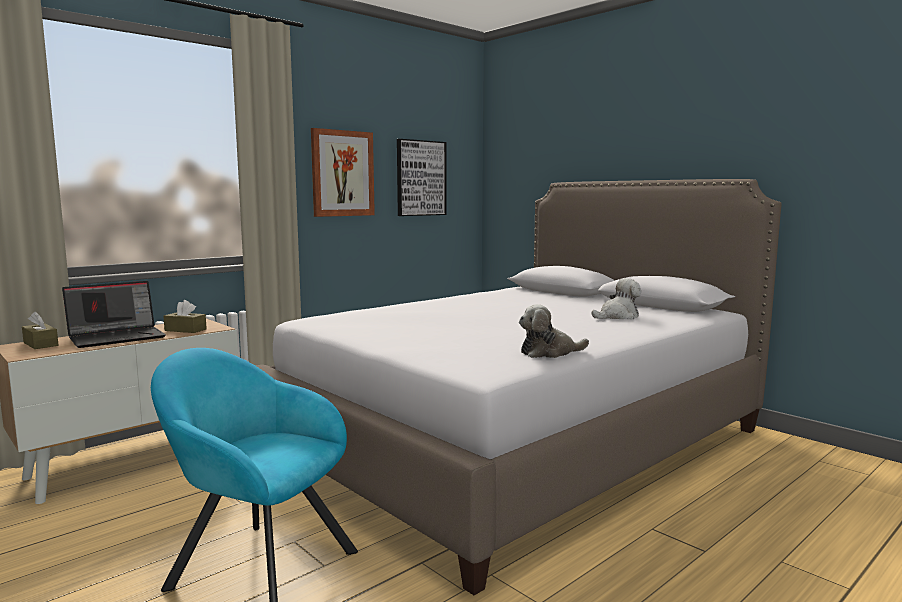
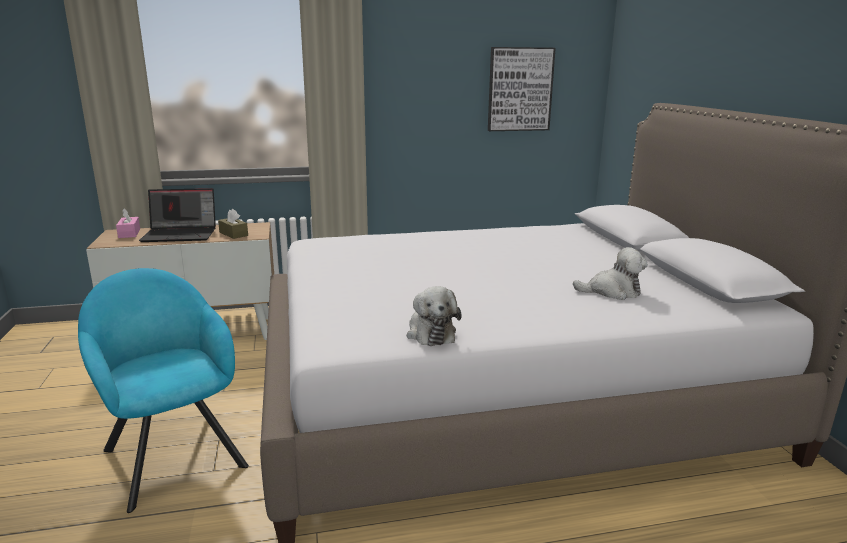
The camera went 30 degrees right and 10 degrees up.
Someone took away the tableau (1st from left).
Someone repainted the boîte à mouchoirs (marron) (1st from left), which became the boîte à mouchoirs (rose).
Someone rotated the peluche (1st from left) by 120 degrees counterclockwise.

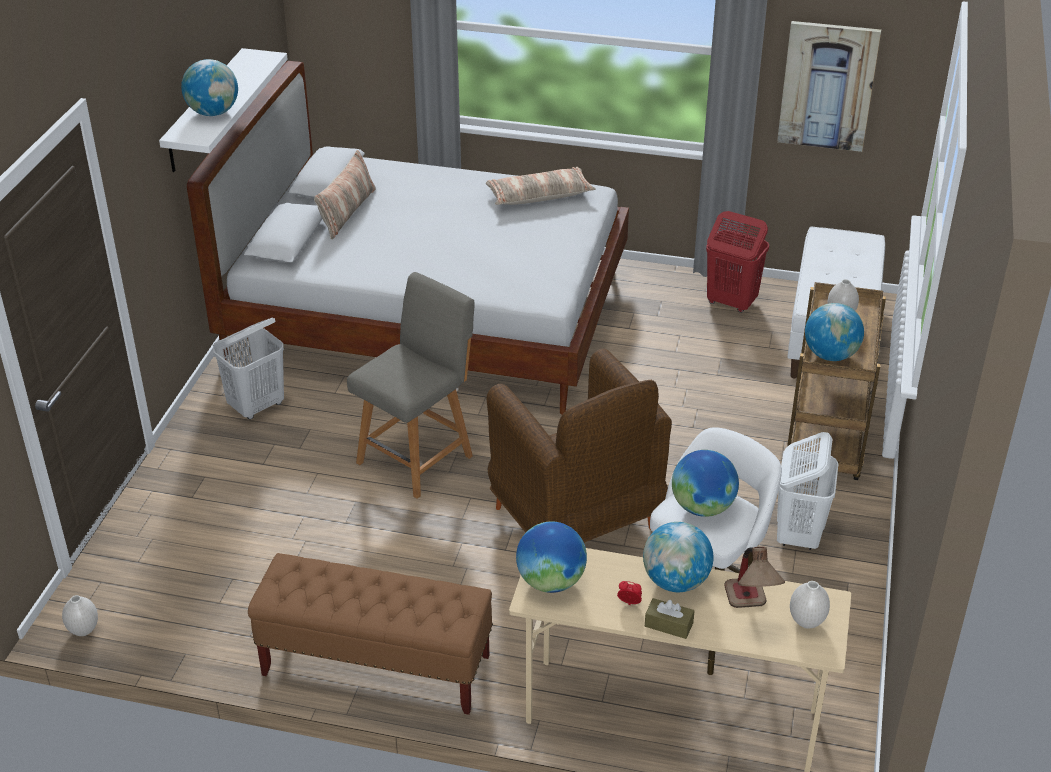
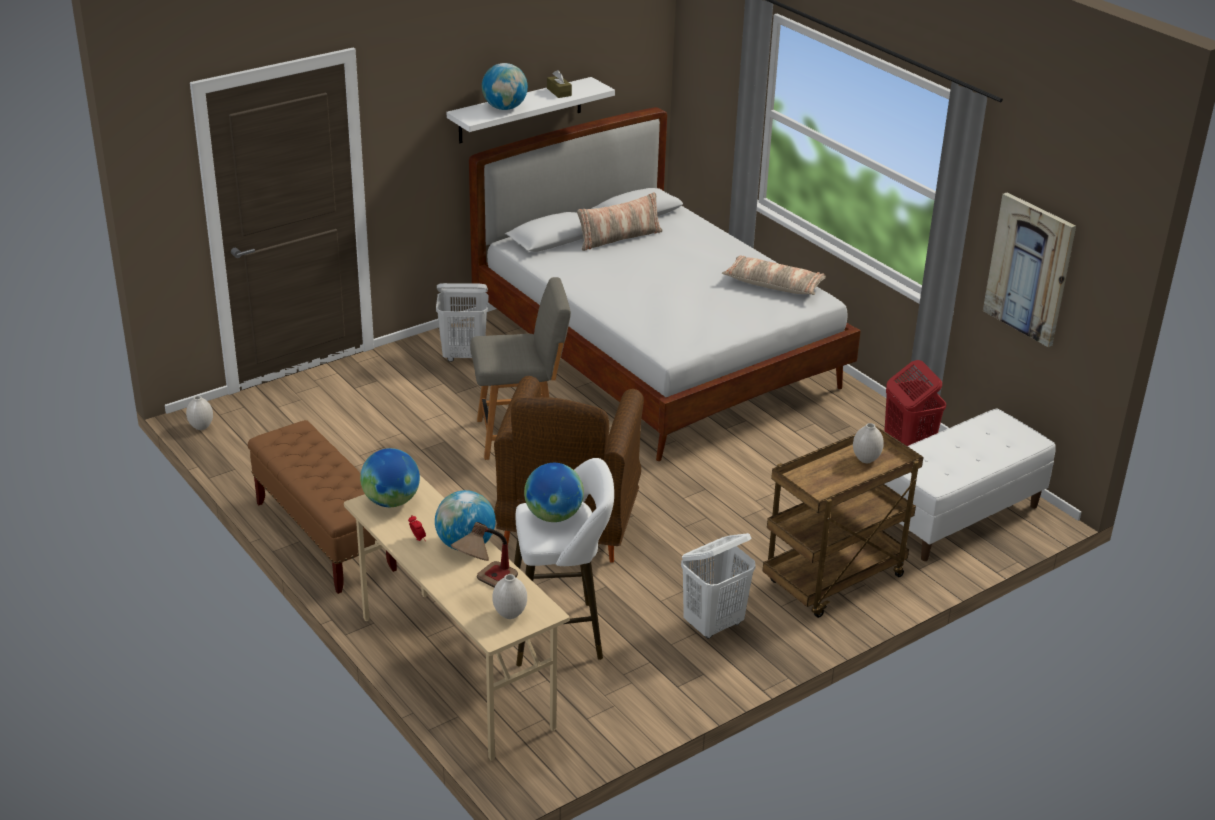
The camera went 40 degrees right and 5 degrees down.
Someone took away the globe (5th from left).
Someone carried the boîte à mouchoirs (marron).

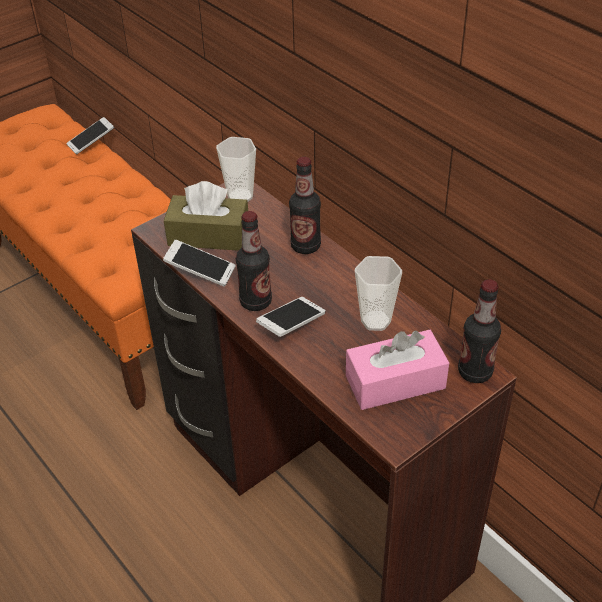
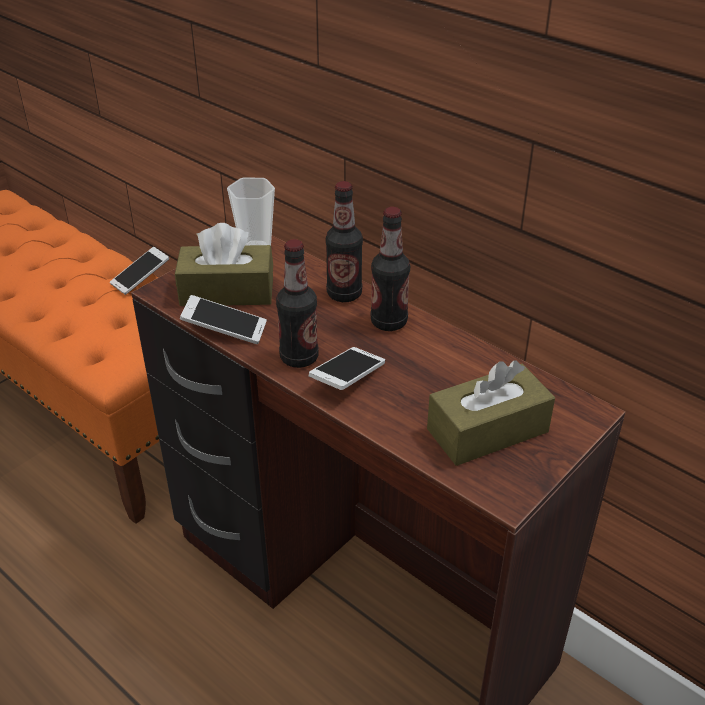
The camera went 10 degrees left and 5 degrees down.
Someone took away the tasse (2nd from left).
Someone carried the téléphone (1st from left).
Someone carried the bouteille (3rd from left).
Someone repainted the boîte à mouchoirs (rose), which became the boîte à mouchoirs (marron) (2nd from left).

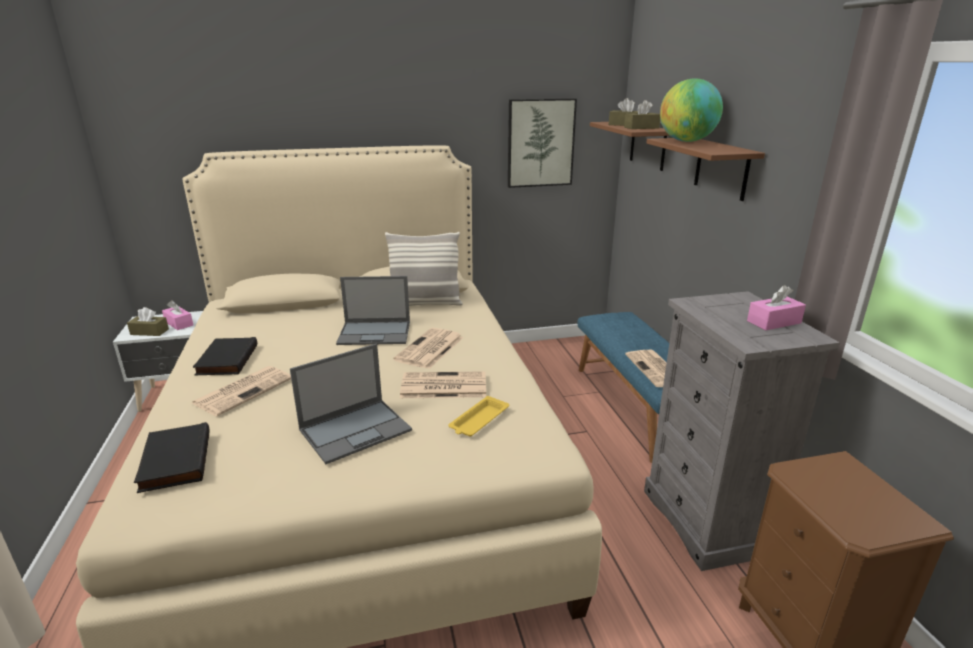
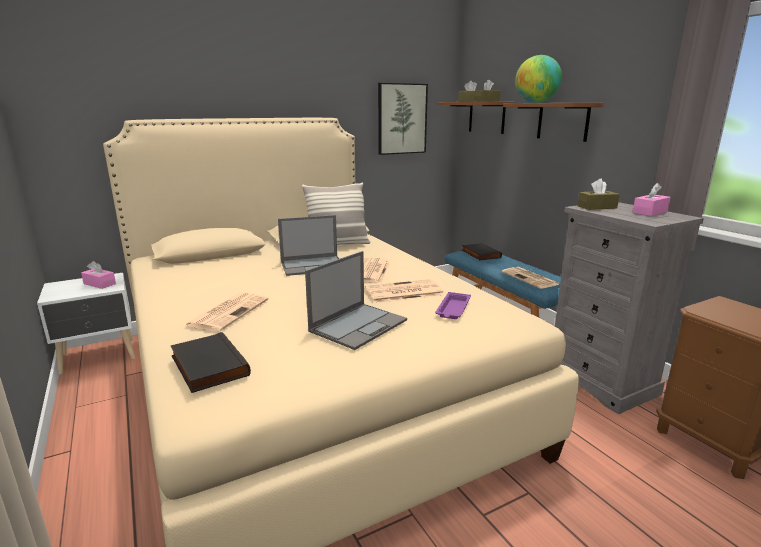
The camera went 15 degrees left and 5 degrees down.
Someone carried the boîte à mouchoirs (marron) (1st from left in the first image).
Someone carried the livre (noir) (2nd from left).
Someone repainted the plateau (jaune), which became the plateau (violet).

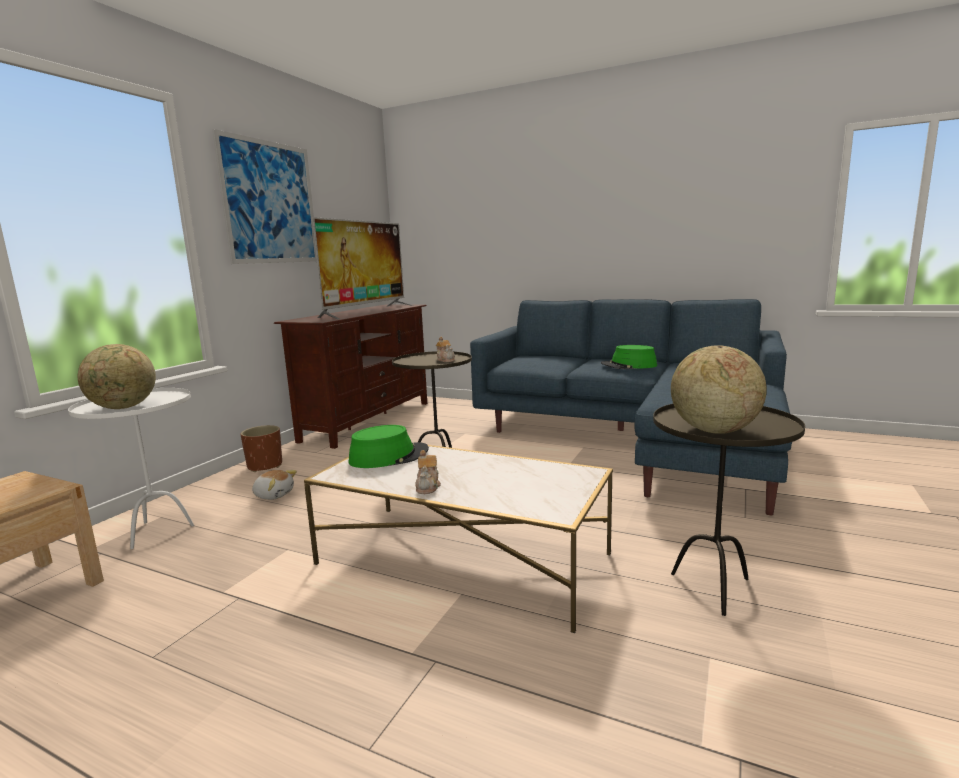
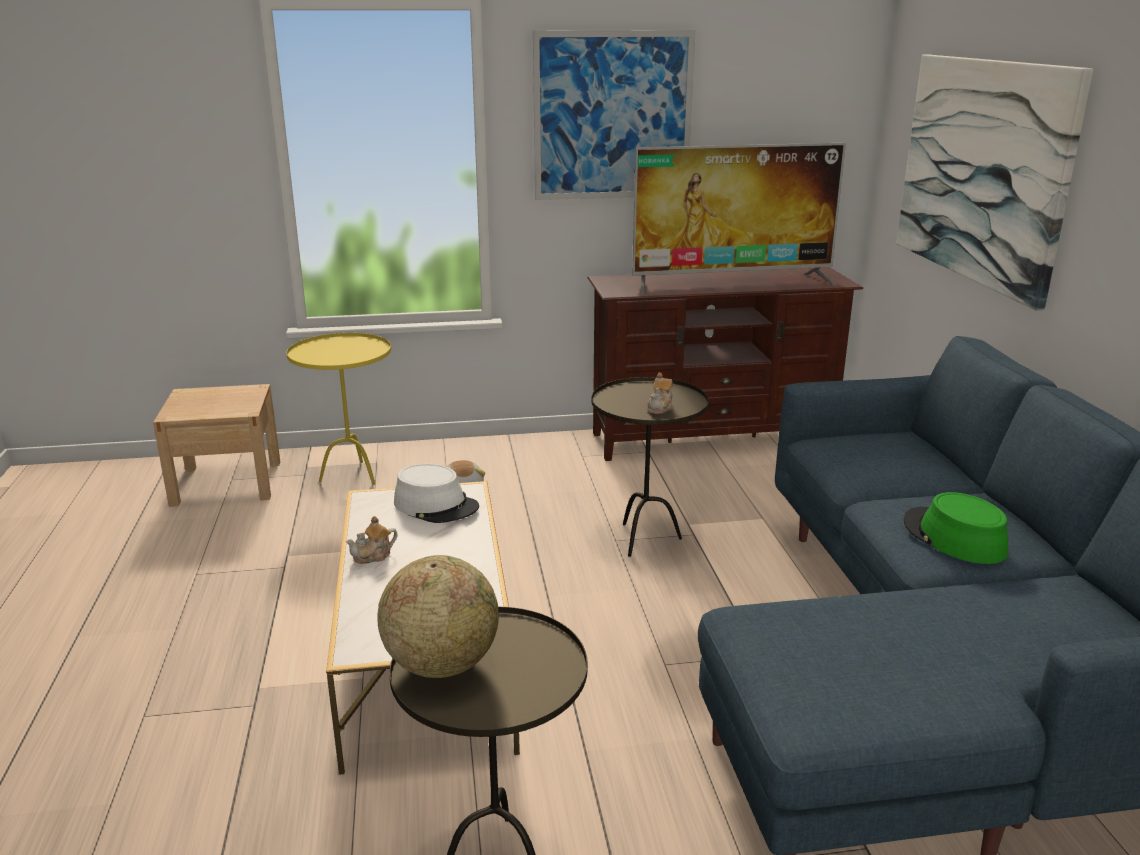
The camera went 55 degrees right and 10 degrees up.
Someone took away the globe (1st from left).
Someone took away the cache-pot (marron).
Someone put up the tableau (2nd from left).
Someone repainted the table d'appoint (blanc), which became the table d'appoint (jaune).
Someone repainted the chapeau (vert) (1st from left), which became the chapeau (blanc).

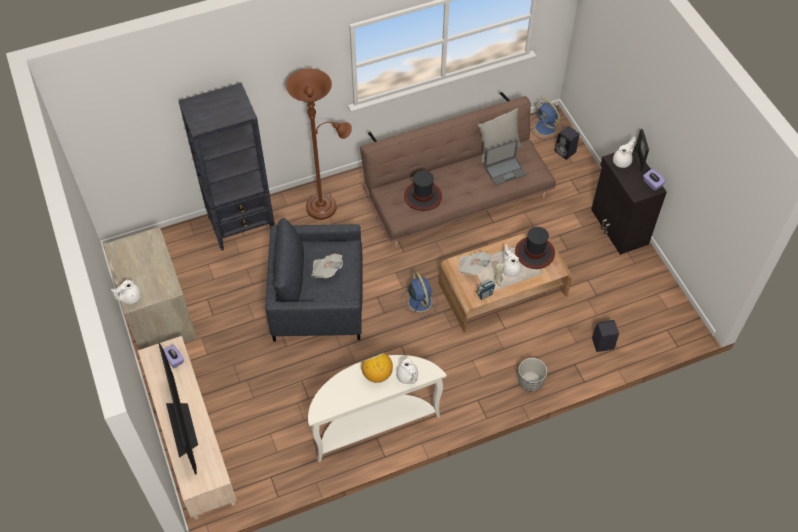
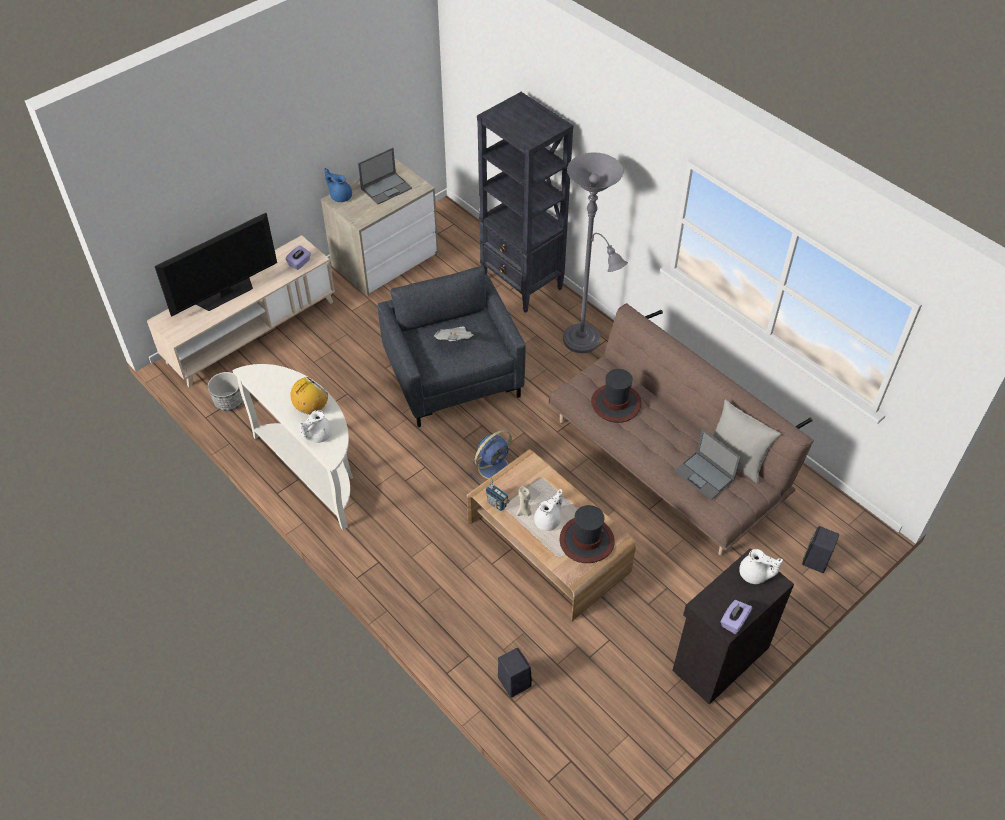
The camera went 70 degrees right and 5 degrees down.
Someone took away the journal (2nd from left).
Someone took away the ventilateur (bleu) (2nd from left).
Someone took away the cadre photo.
Someone put down the ordinateur portable (1st from left).
Someone carried the cache-pot.
Someone repainted the théière (blanc) (1st from left), which became the théière (bleu).
Someone repainted the lampadaire (marron), which became the lampadaire (gris).

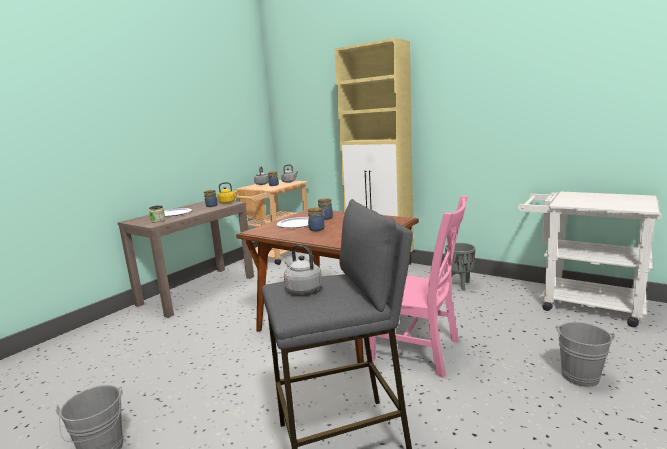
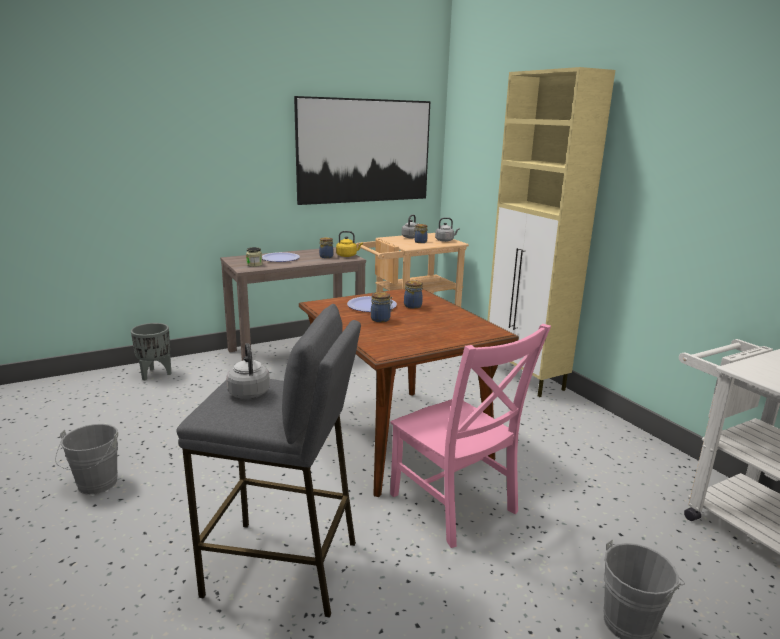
The camera went 25 degrees right and 5 degrees up.
Someone put up the tableau.
Someone carried the cache-pot (gris).

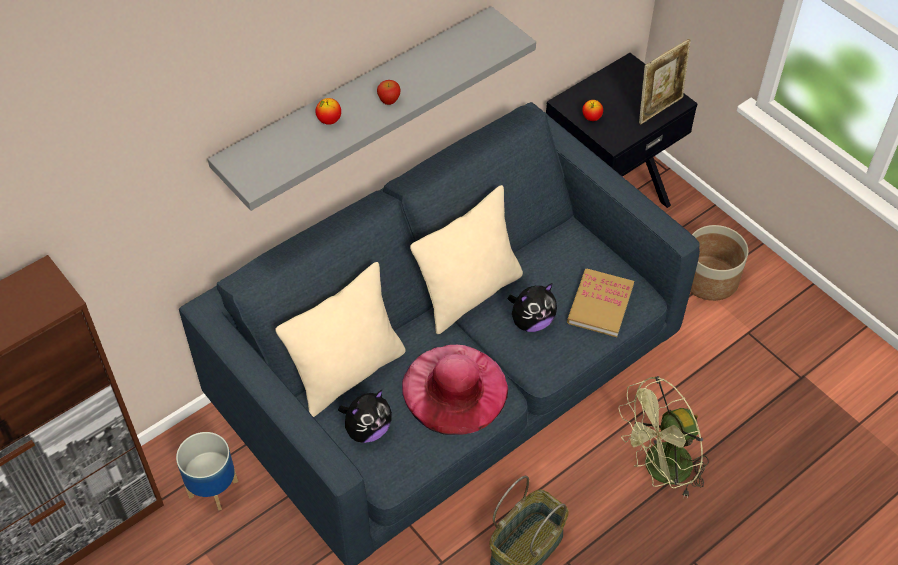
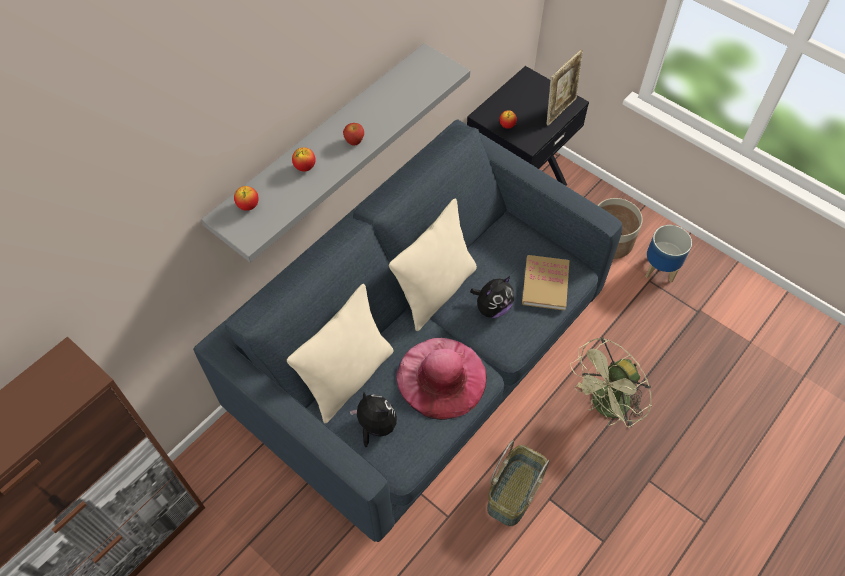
The camera went 10 degrees left and 5 degrees up.
Someone put down the pomme (1st from left).
Someone carried the cache-pot (1st from left in the first image).
Someone rotated the peluche (1st from left) by 90 degrees counterclockwise.

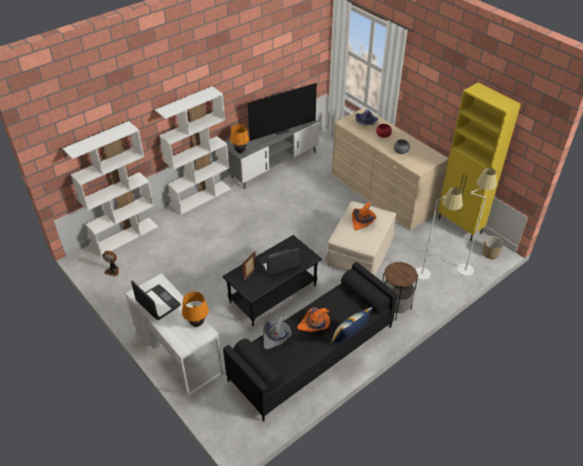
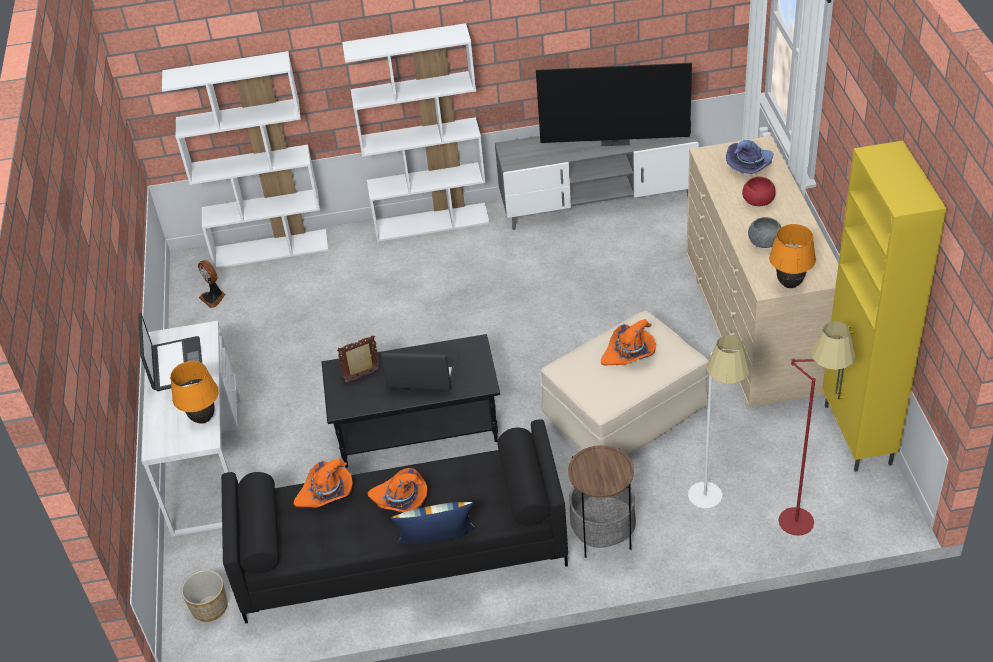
The camera went 35 degrees right and 0 degrees up.
Someone carried the lampe de table (orange) (2nd from left).
Someone carried the cache-pot.
Someone repainted the chapeau (gris), which became the chapeau (orange) (1st from left).
Someone repainted the lampadaire (blanc) (2nd from left), which became the lampadaire (rouge).

